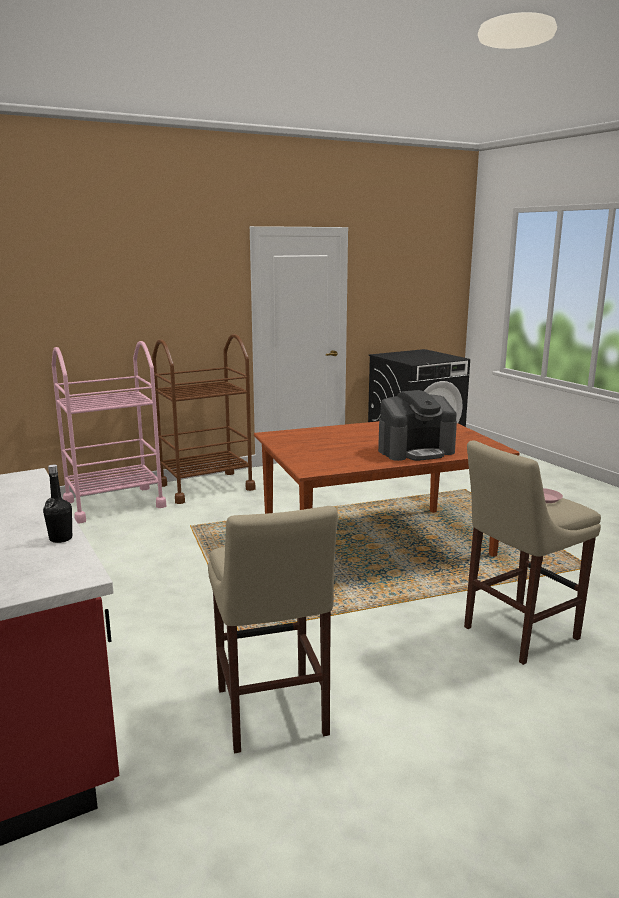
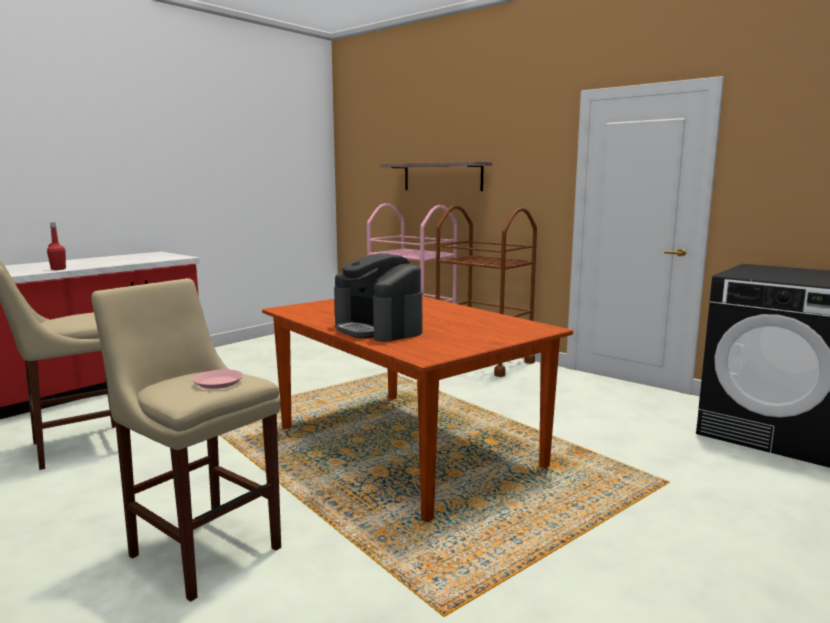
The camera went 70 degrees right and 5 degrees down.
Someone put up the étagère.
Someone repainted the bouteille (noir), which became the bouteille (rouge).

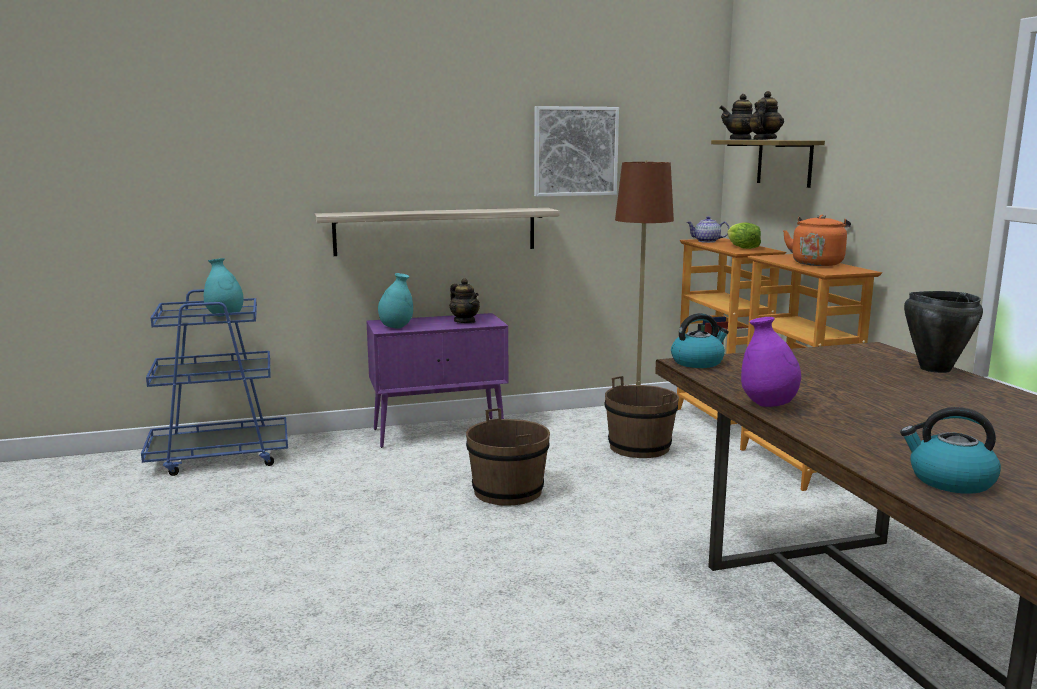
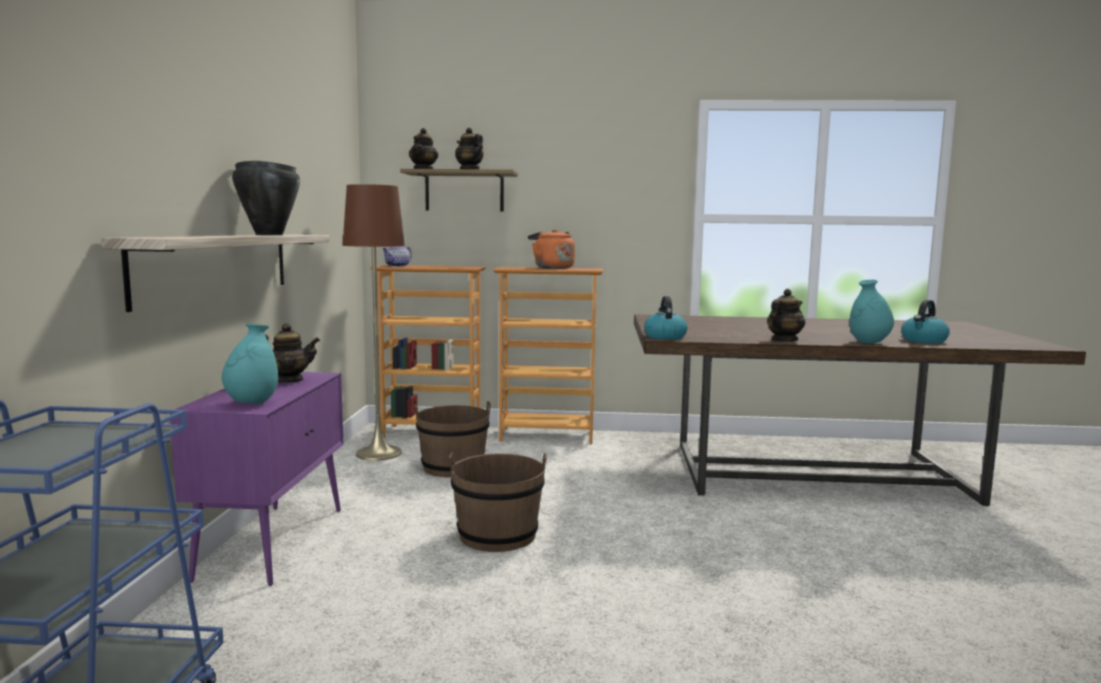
The camera went 70 degrees left and 5 degrees down.
Someone took away the tableau.
Someone took away the laitue.
Someone carried the vase (turquoise) (1st from left in the first image).
Someone carried the marmite (noir).
Someone swapped the vase (violet) for the théière (5th from left).

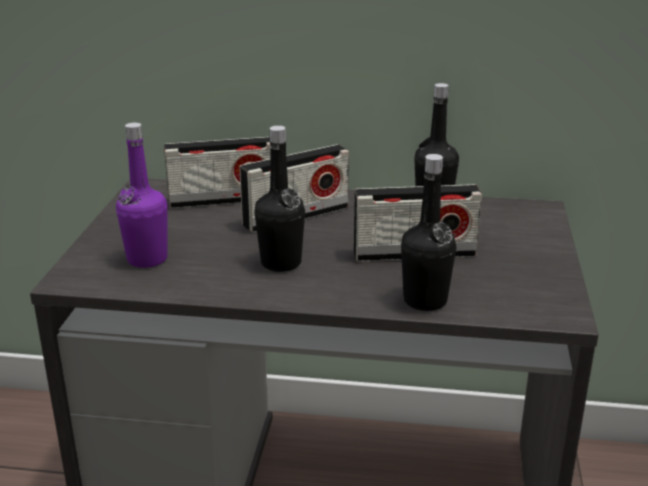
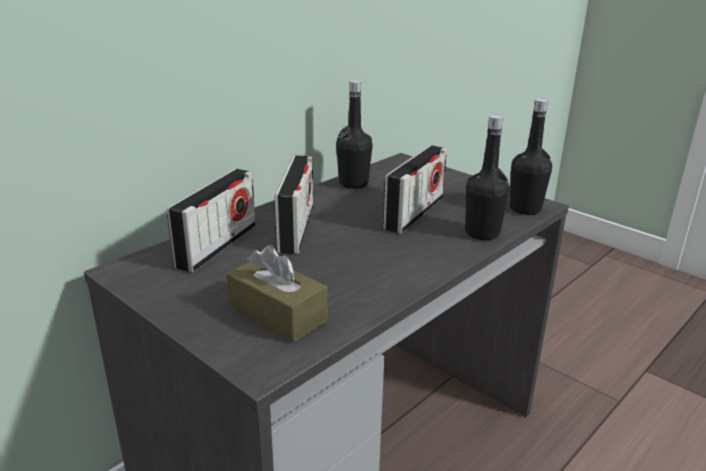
The camera went 55 degrees left and 0 degrees up.
Someone carried the bouteille (noir) (1st from left in the first image).
Someone swapped the bouteille (violet) for the boîte à mouchoirs (marron).

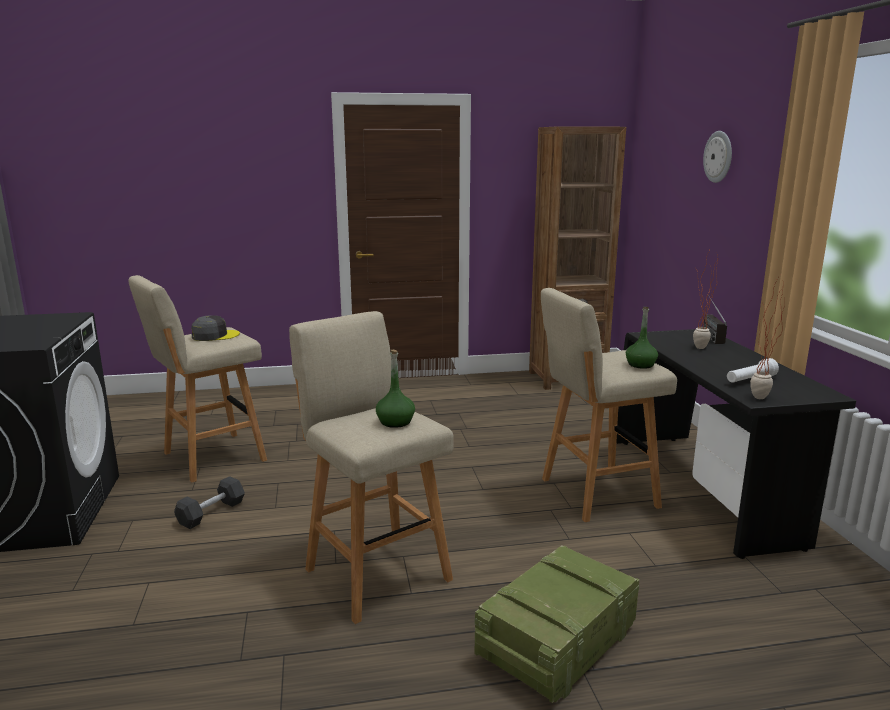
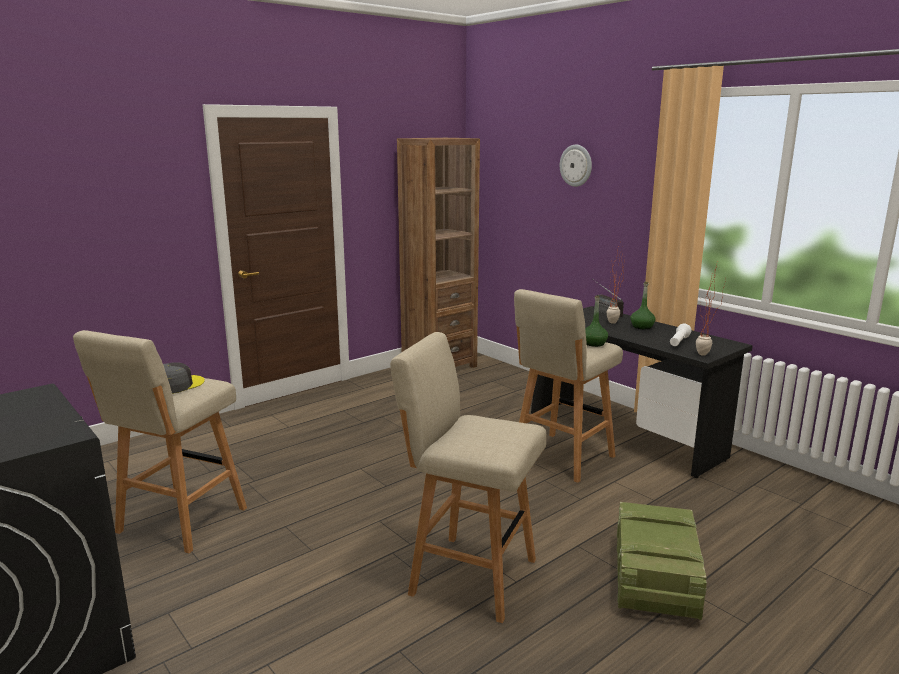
The camera went 30 degrees left and 0 degrees up.
Someone took away the haltère (noir).
Someone carried the bouteille (vert) (1st from left in the first image).

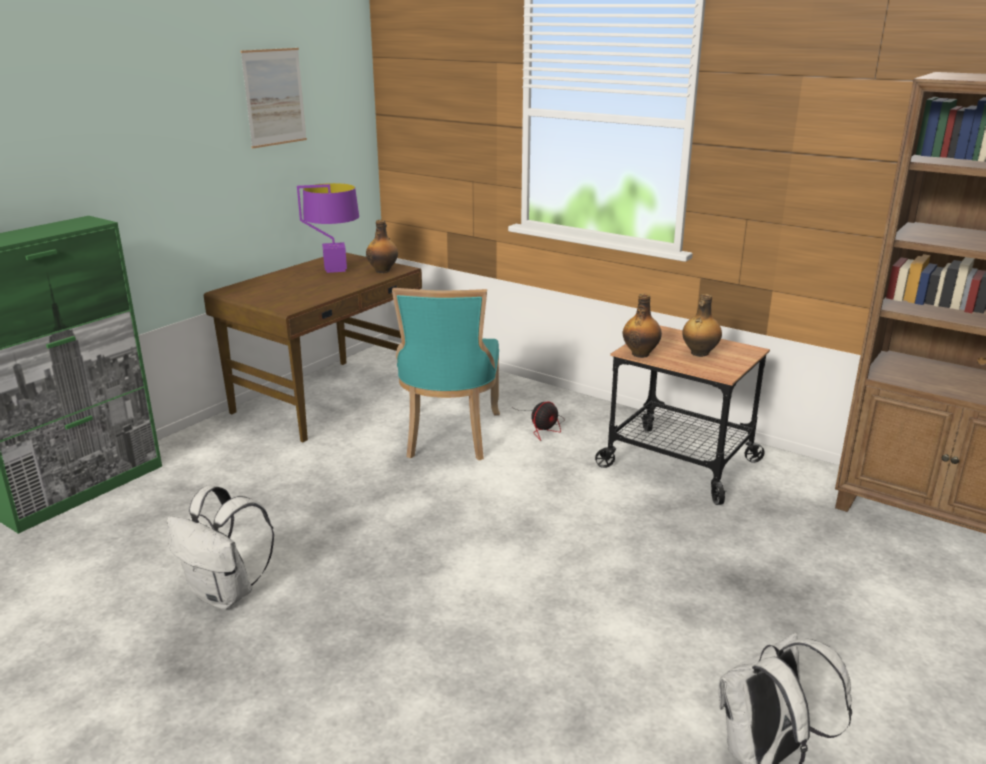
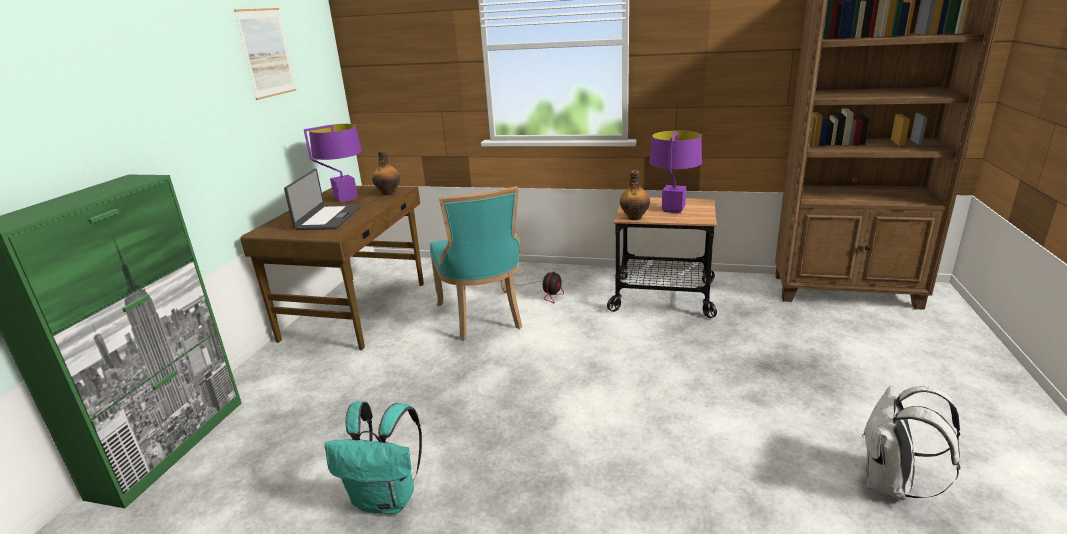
The camera went 20 degrees left and 0 degrees up.
Someone put down the ordinateur portable.
Someone swapped the bouteille (3rd from left) for the lampe de table (violet) (2nd from left).
Someone repainted the sac à dos (blanc) (1st from left), which became the sac à dos (turquoise).

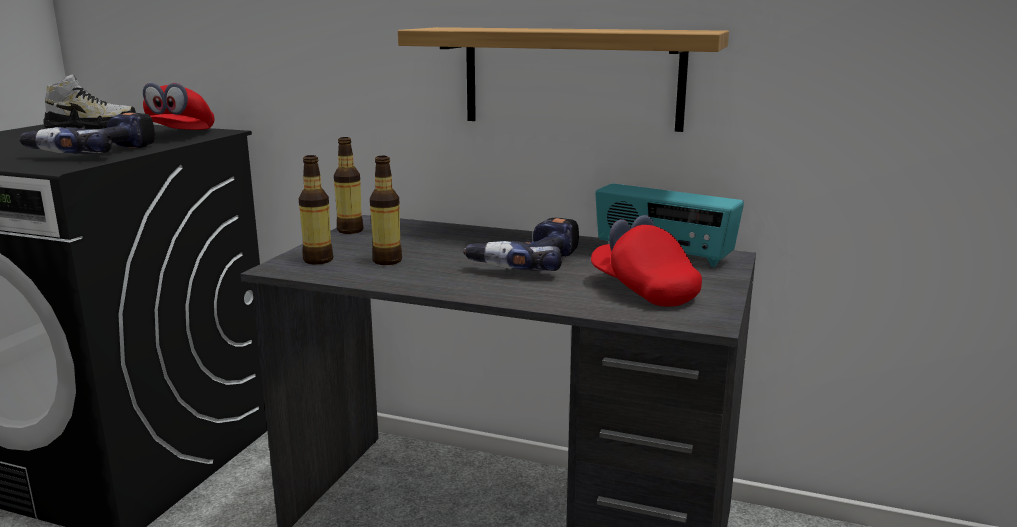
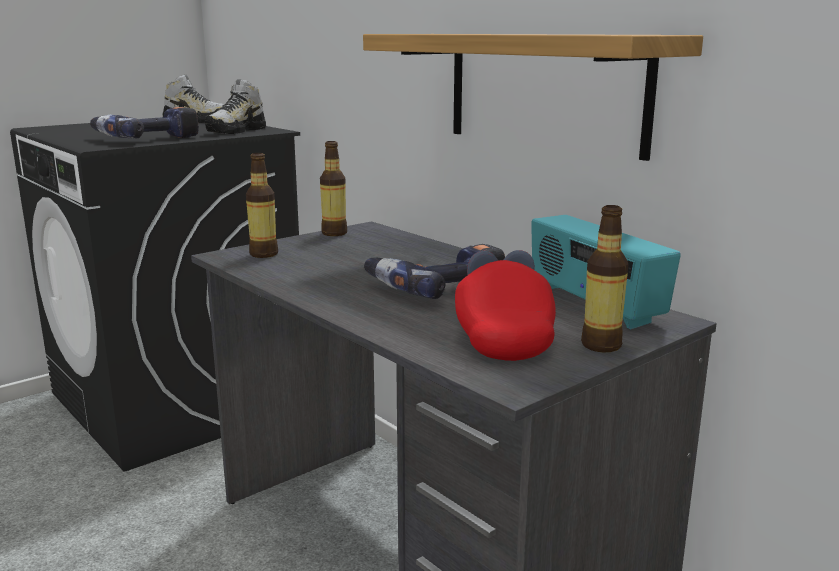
The camera went 30 degrees right and 0 degrees up.
Someone carried the bouteille (3rd from left).
Someone swapped the casquette (rouge) (1st from left) for the chaussure (2nd from left).

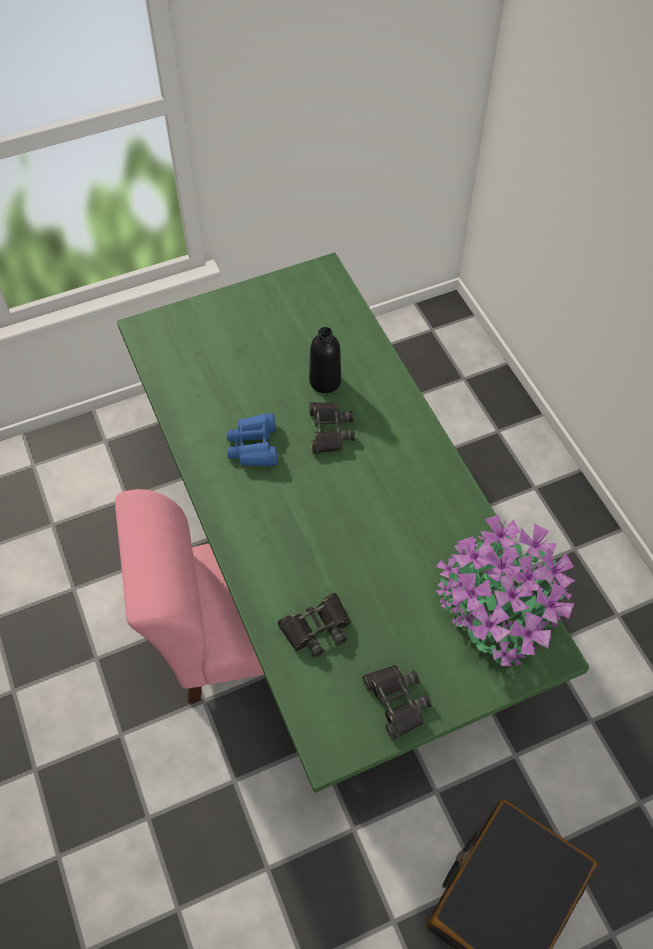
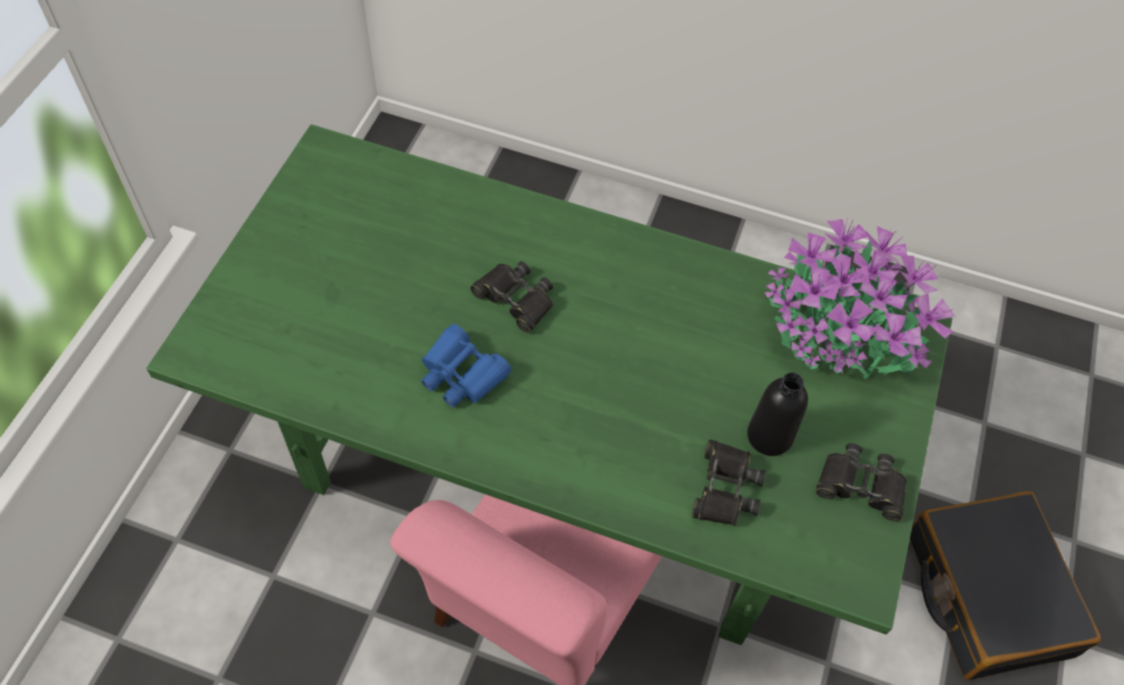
The camera went 50 degrees left and 0 degrees up.
Someone carried the bouteille (noir).

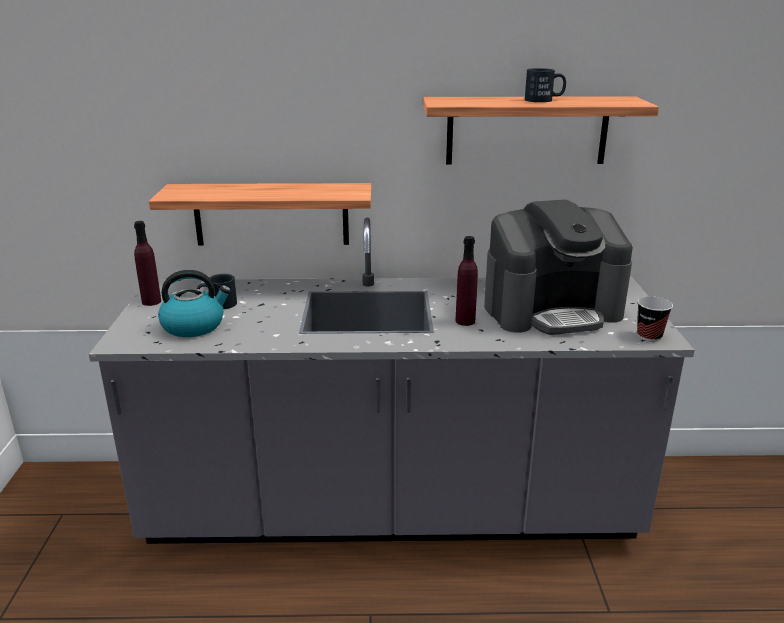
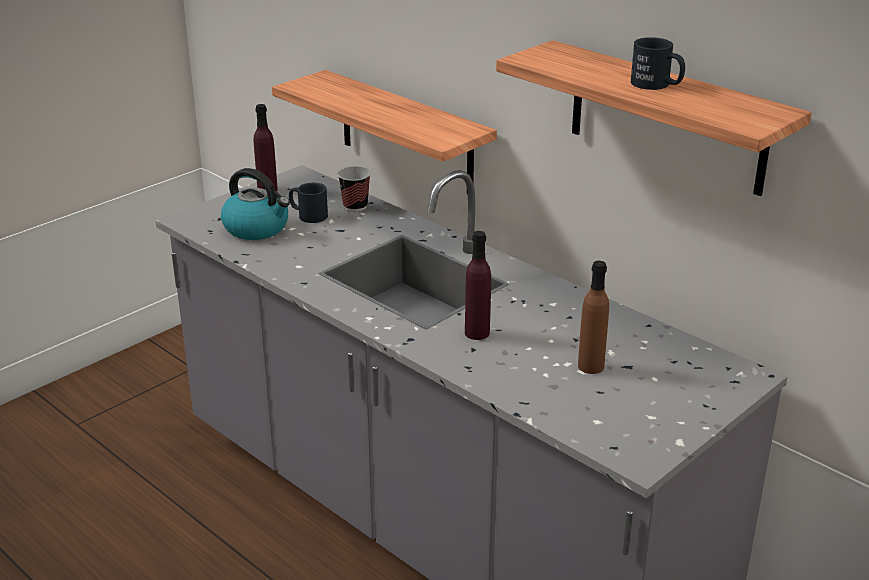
The camera went 45 degrees right and 5 degrees up.
Someone carried the tasse.
Someone swapped the machine à café for the bouteille (marron).

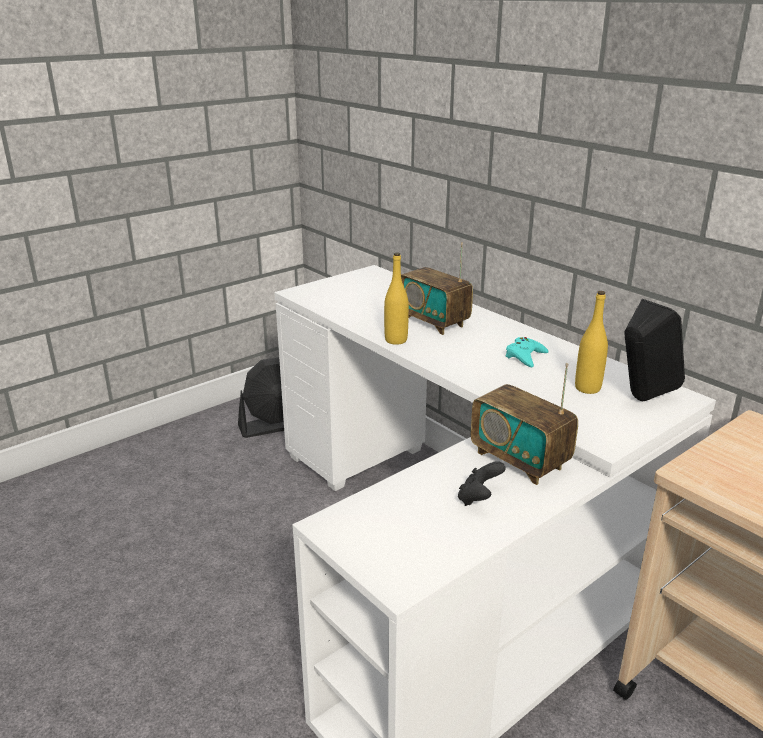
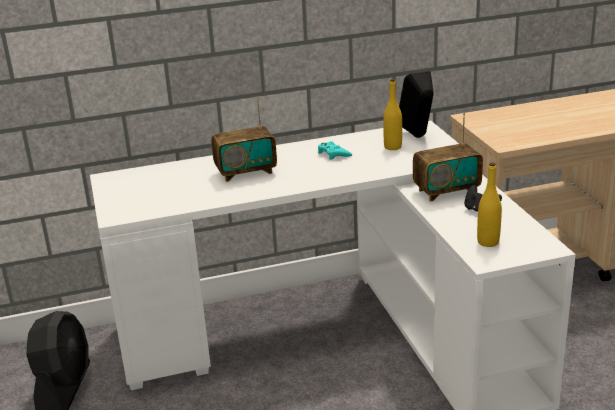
The camera went 65 degrees left and 0 degrees up.
Someone carried the bouteille (jaune) (1st from left in the first image).

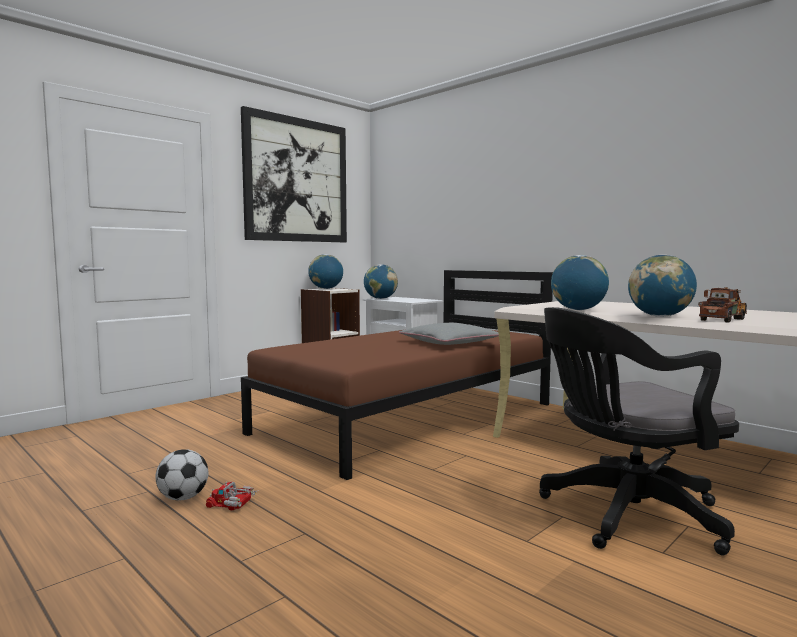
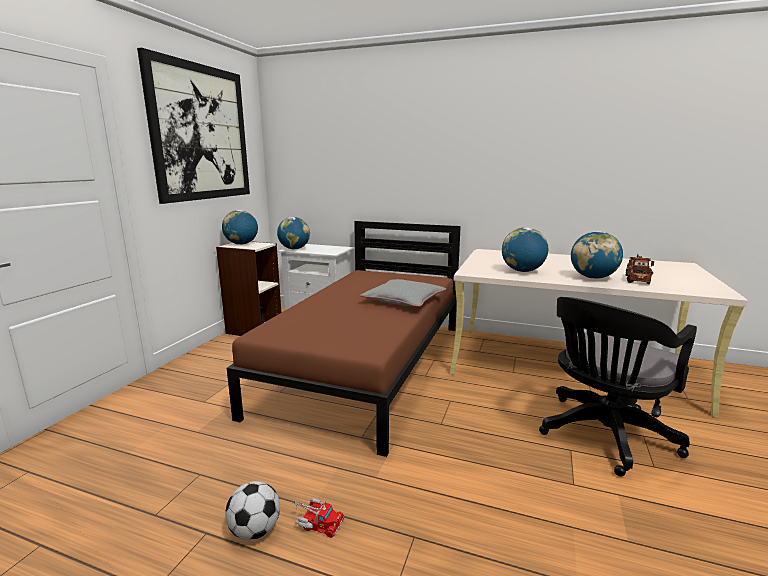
The camera went 25 degrees left and 10 degrees up.
Someone rotated the camion jouet (1st from left) by 150 degrees counterclockwise.

